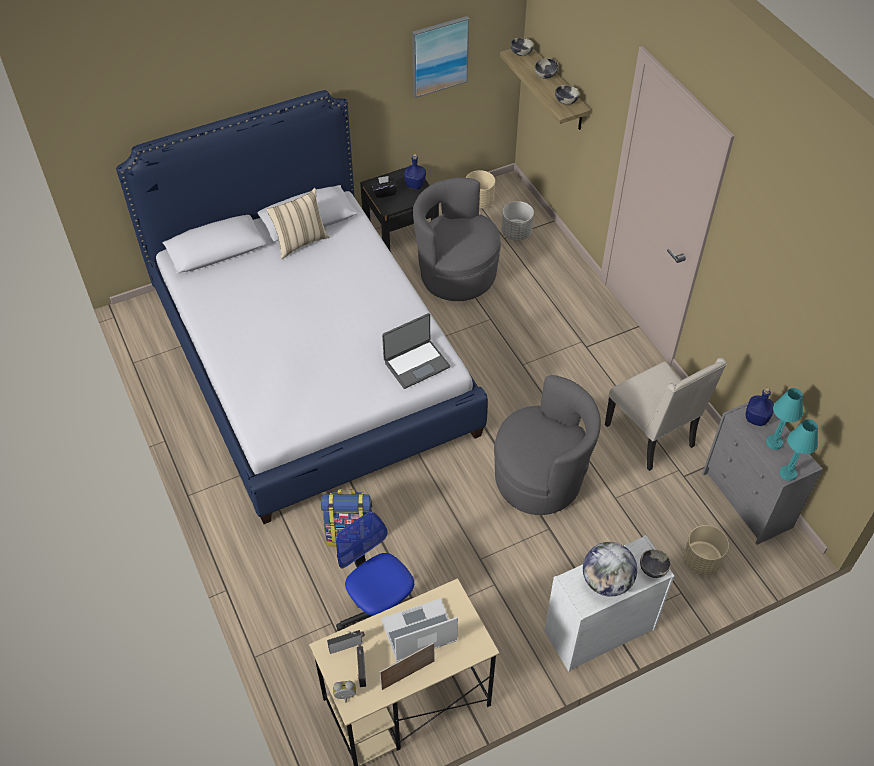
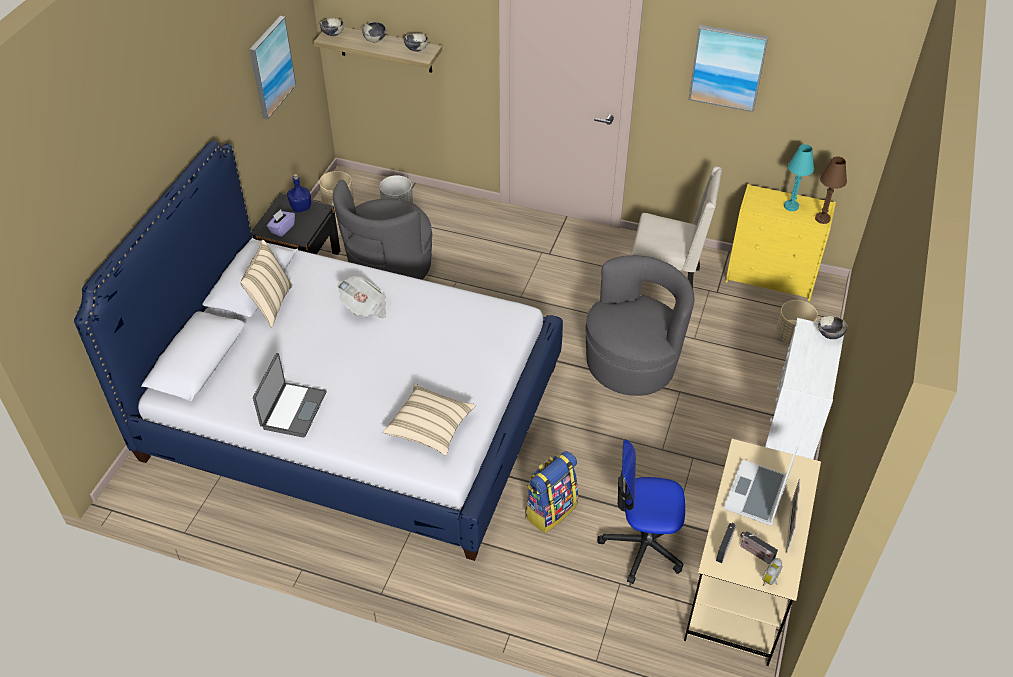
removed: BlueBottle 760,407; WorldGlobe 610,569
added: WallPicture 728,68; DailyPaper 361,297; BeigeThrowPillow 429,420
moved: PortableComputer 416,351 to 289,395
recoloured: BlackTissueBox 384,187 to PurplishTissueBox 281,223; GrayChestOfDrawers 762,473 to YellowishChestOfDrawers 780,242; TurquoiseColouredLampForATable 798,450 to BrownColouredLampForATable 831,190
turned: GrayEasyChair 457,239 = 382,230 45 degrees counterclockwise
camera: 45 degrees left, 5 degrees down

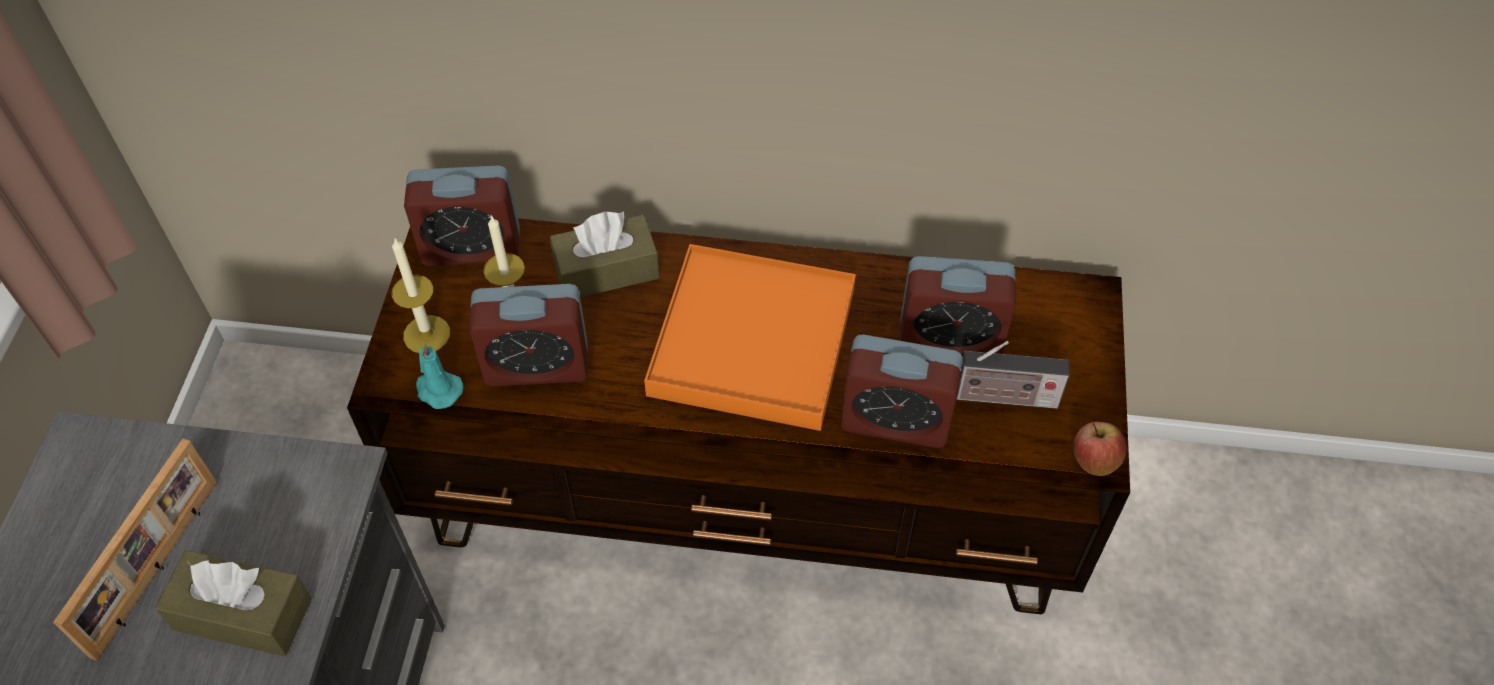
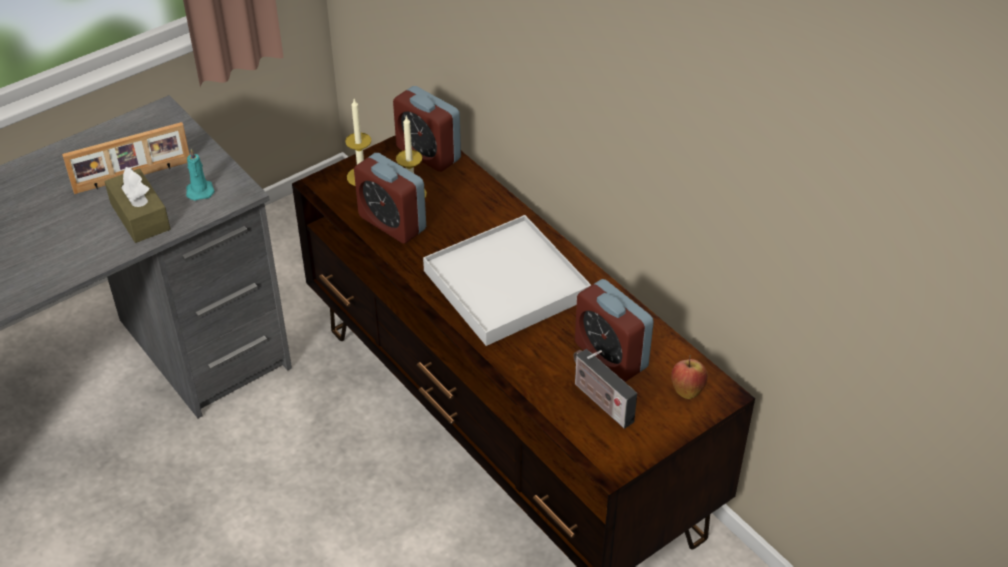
removed: BrownColouredTissueBox 604,254; BedsideClock 902,391
moved: TurquoiseColouredCandle 439,376 to 200,174; WholeApple 1099,449 to 689,377
recoloured: OrangeTray 750,337 to WhiteColouredTray 507,280
camera: 45 degrees right, 10 degrees down

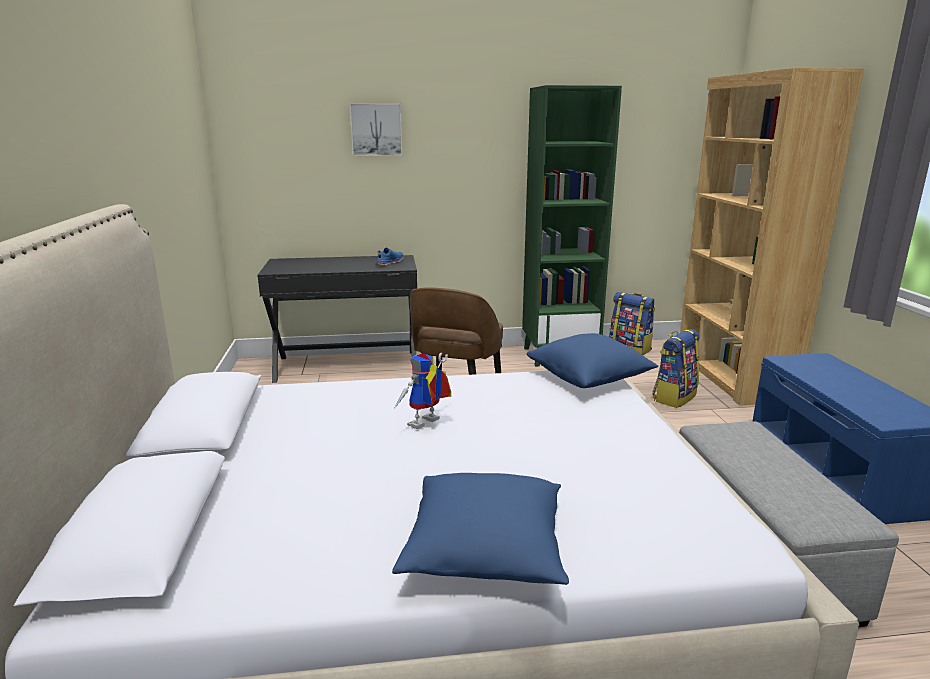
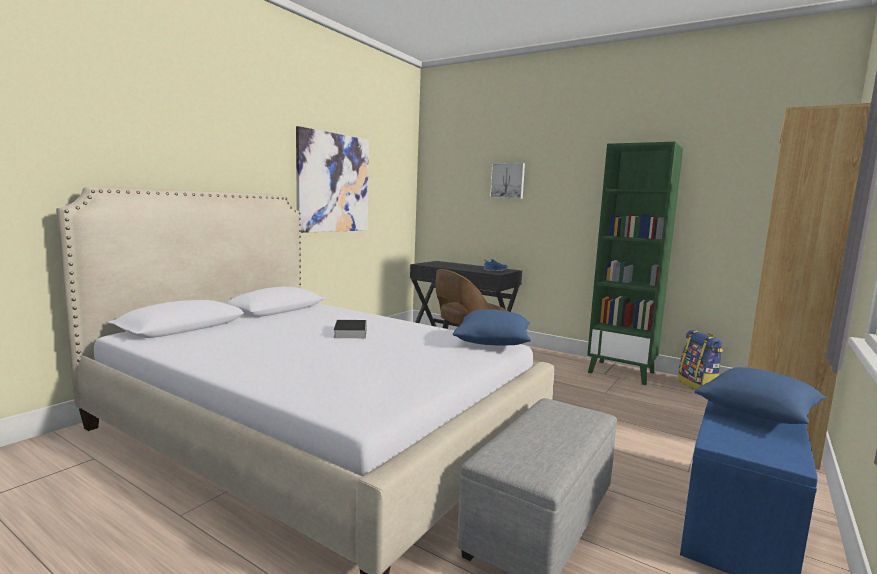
removed: Knapsack 675,368
added: WallPicture 332,179
moved: BlueThrowPillow 480,529 to 761,395
replaced: RobotFigure 422,391 to Volume 350,329
camera: 40 degrees right, 10 degrees down

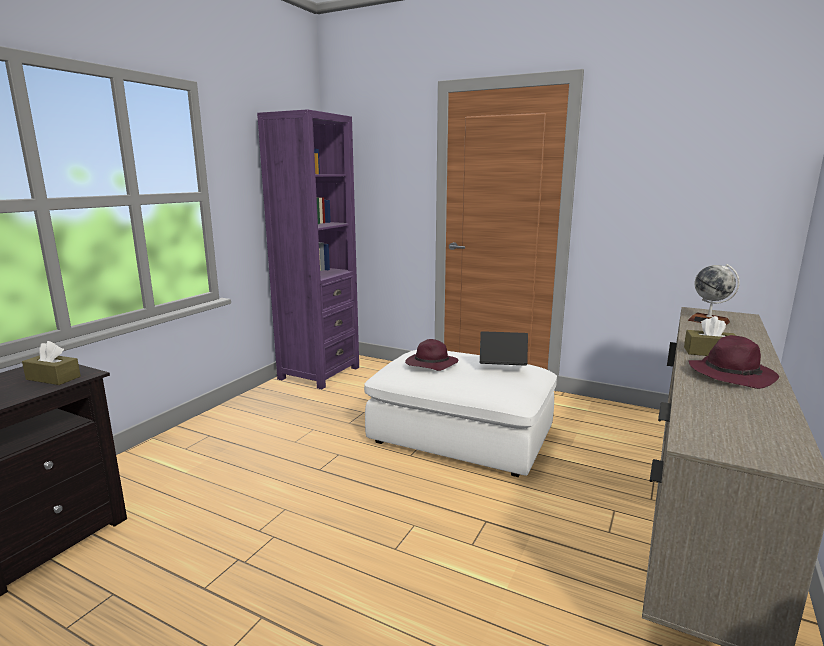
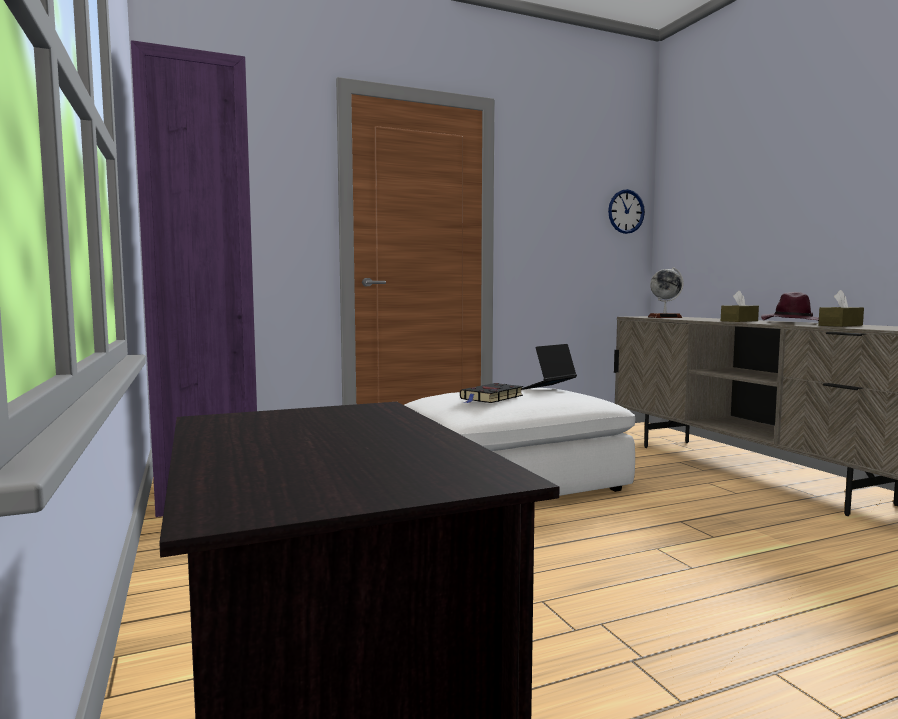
added: WallClock 626,211
moved: BrownColouredTissueBox 51,363 to 841,308
replaced: PurplishWearableHat 431,355 to BlackVolume 491,393
camera: 50 degrees left, 10 degrees down

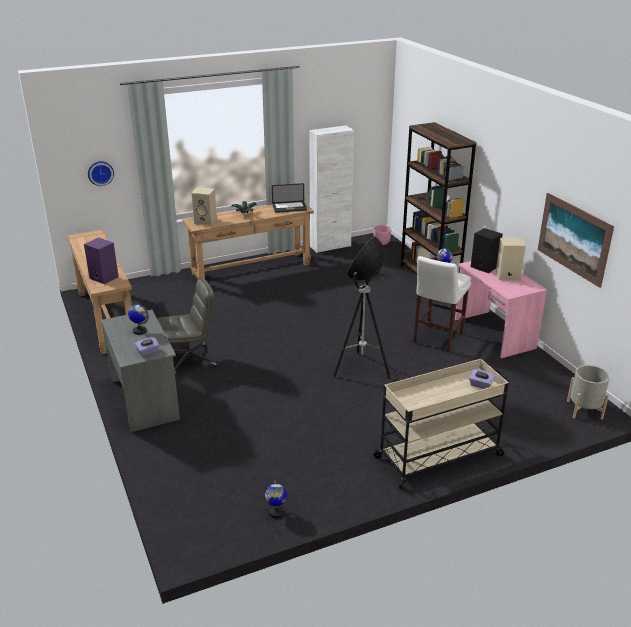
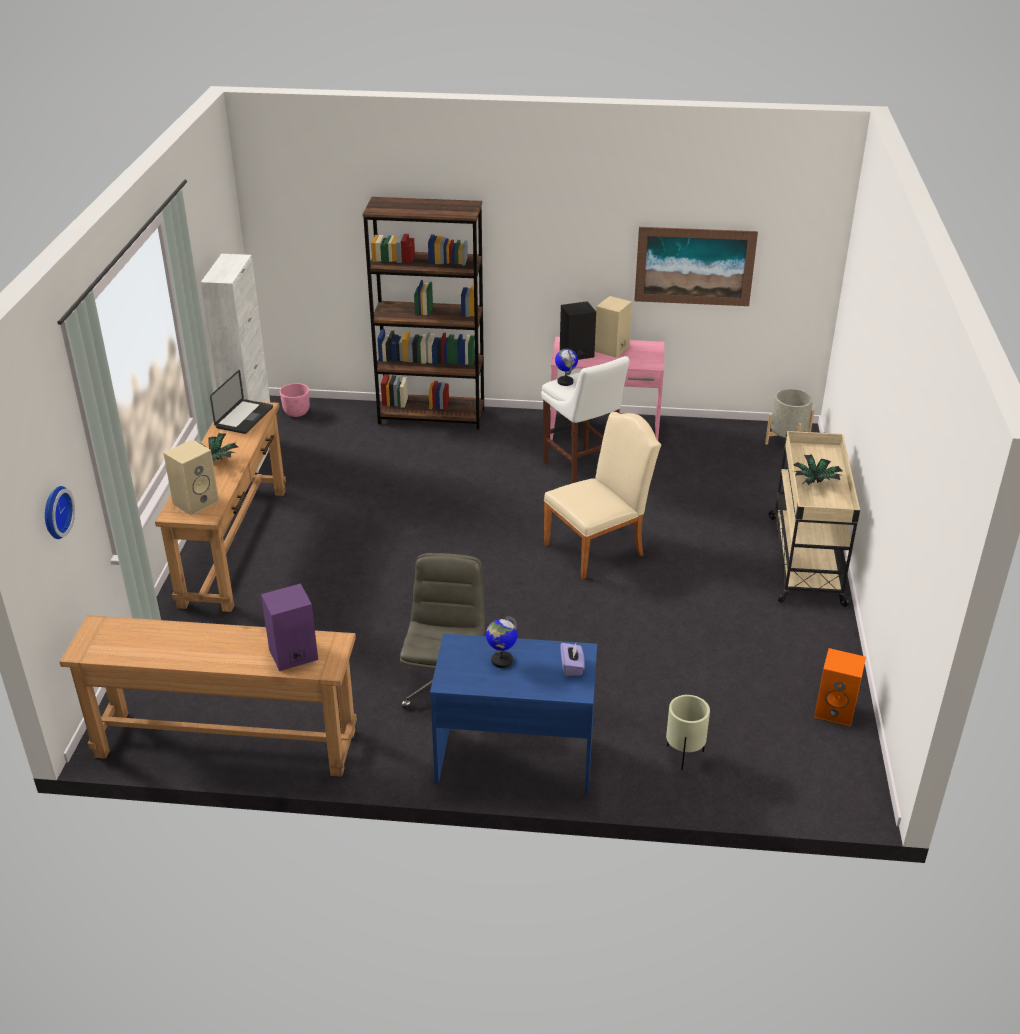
removed: PurplishTissueBox 482,379
added: Houseplant 817,469; BeigePlantPot 688,732
replaced: StandingLamp 362,307 to BeigePlainChair 602,495; WorldGlobe 276,499 to OrangeAudioSpeaker 840,687
recoloured: GrayDeskTable 140,371 to BlueDeskTable 513,714
camera: 60 degrees left, 5 degrees up

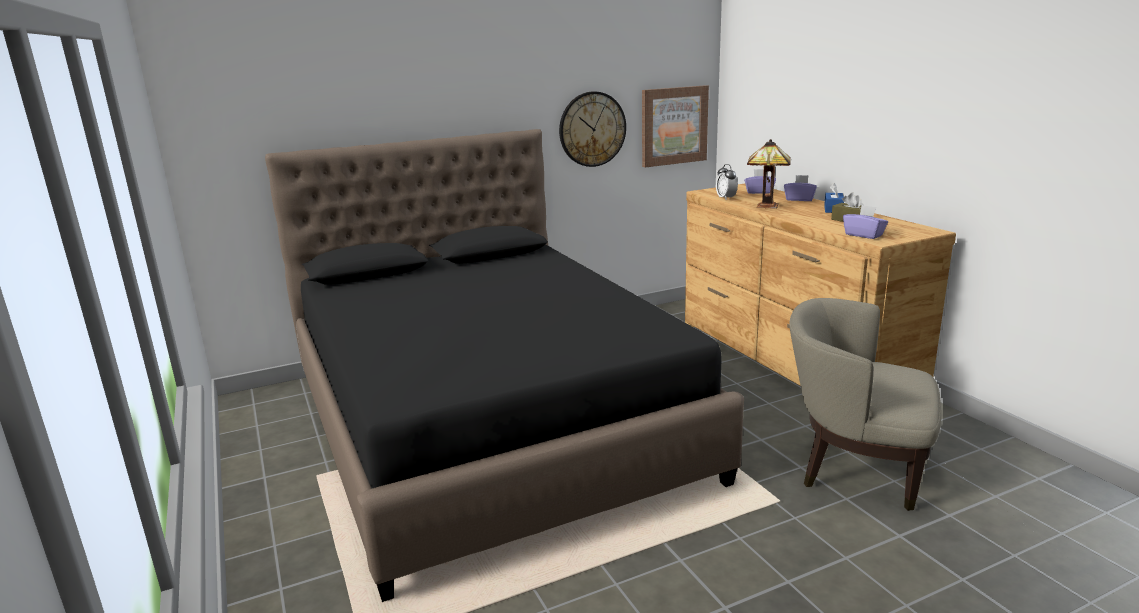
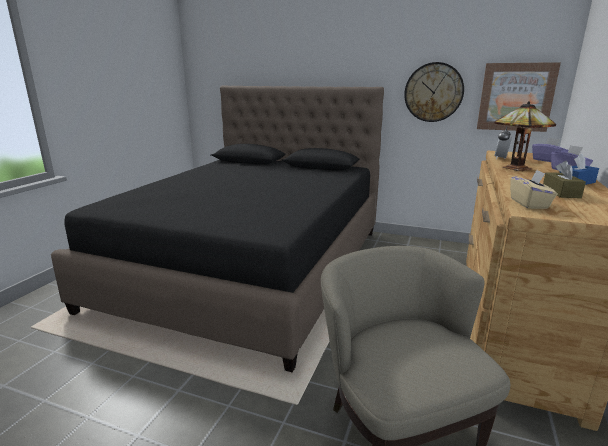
recoloured: PurplishTissueBox 865,222 to BeigeTissueBox 533,189
camera: 45 degrees right, 0 degrees up

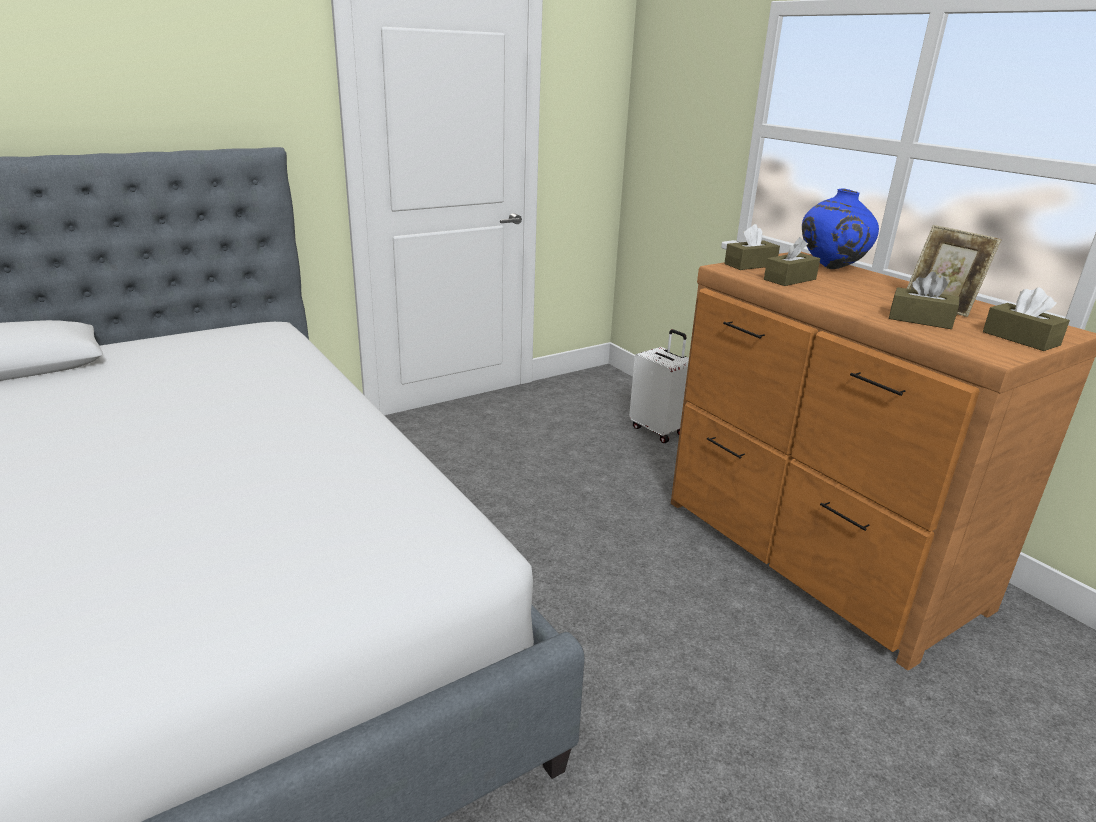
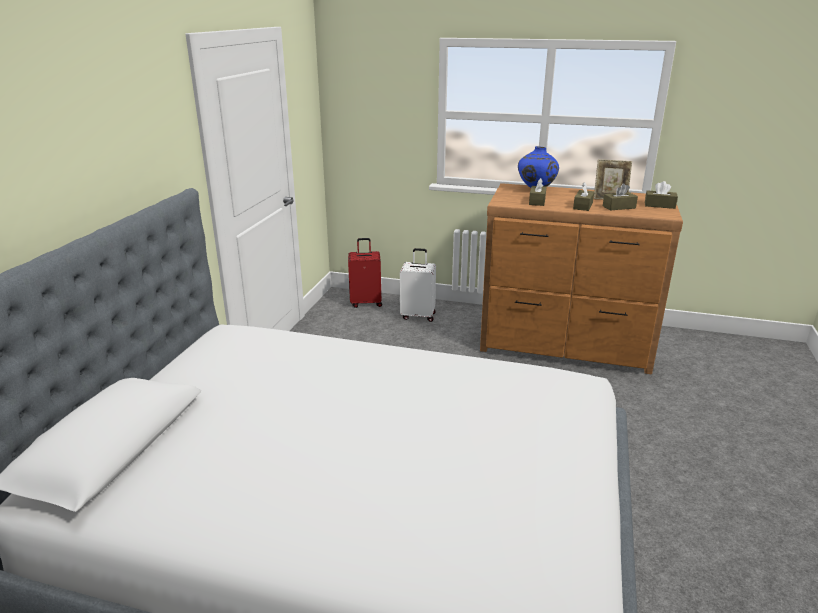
added: RedTravelCase 365,273
moved: BrownColouredTissueBox 752,247 to 583,196
camera: 40 degrees left, 0 degrees up

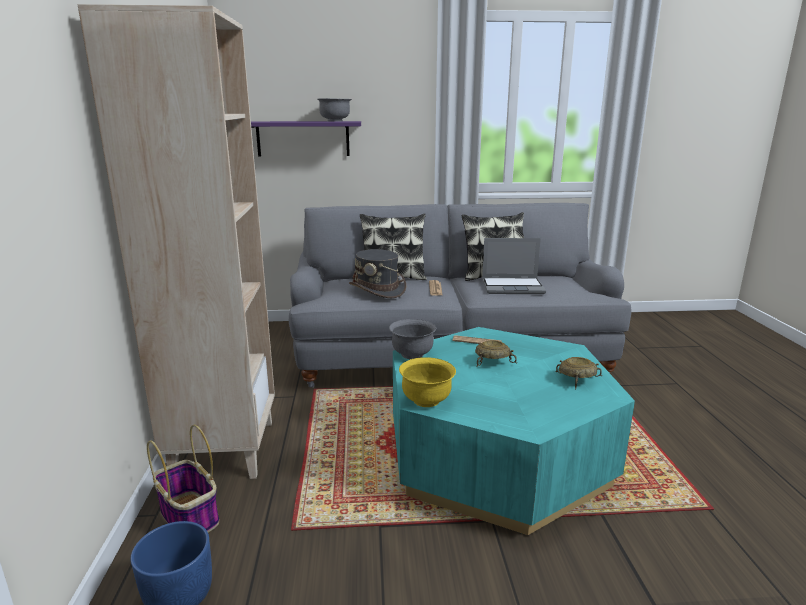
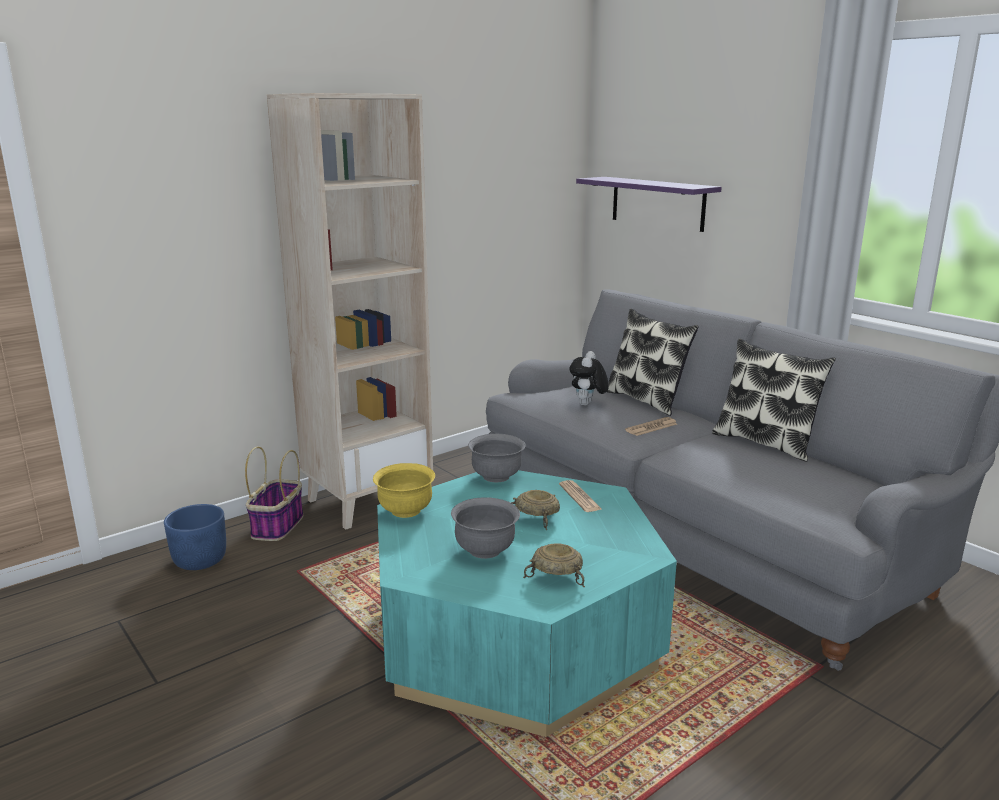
removed: PortableComputer 514,266
moved: GrayBowl 335,110 to 485,528
replaced: GrayWearableHat 377,273 to SoftToy 589,378
camera: 55 degrees right, 0 degrees up

